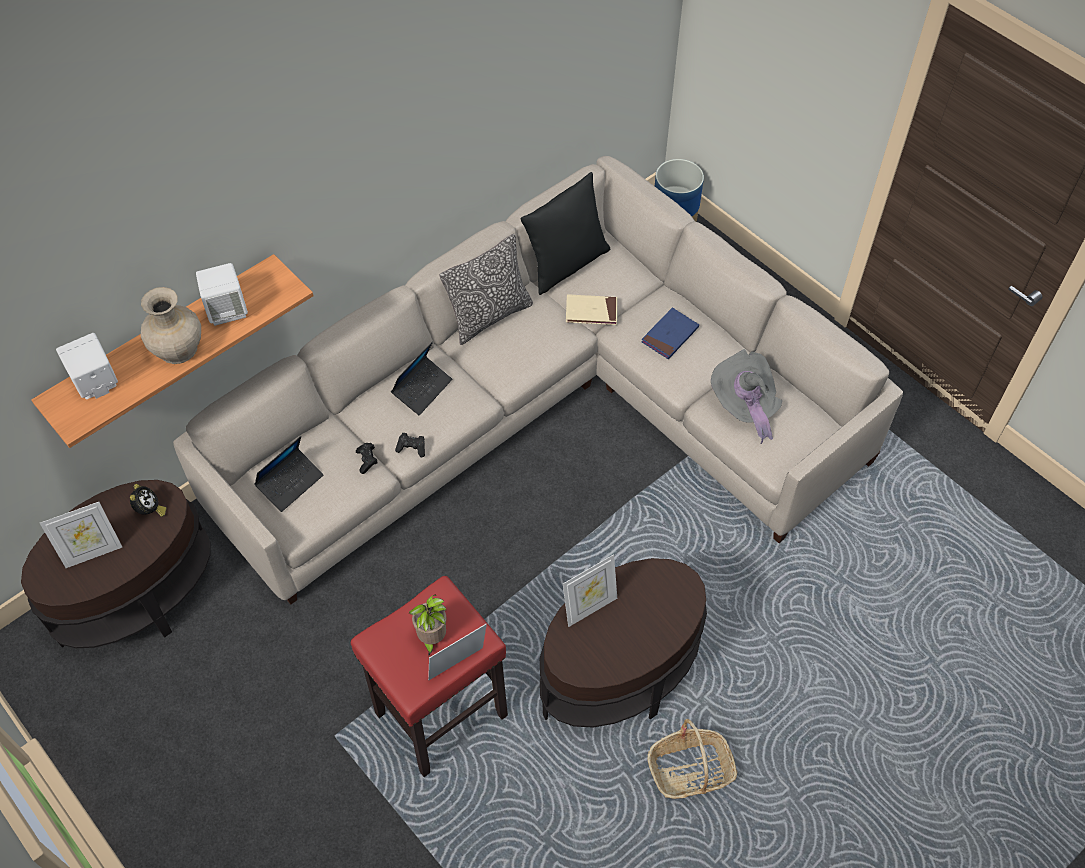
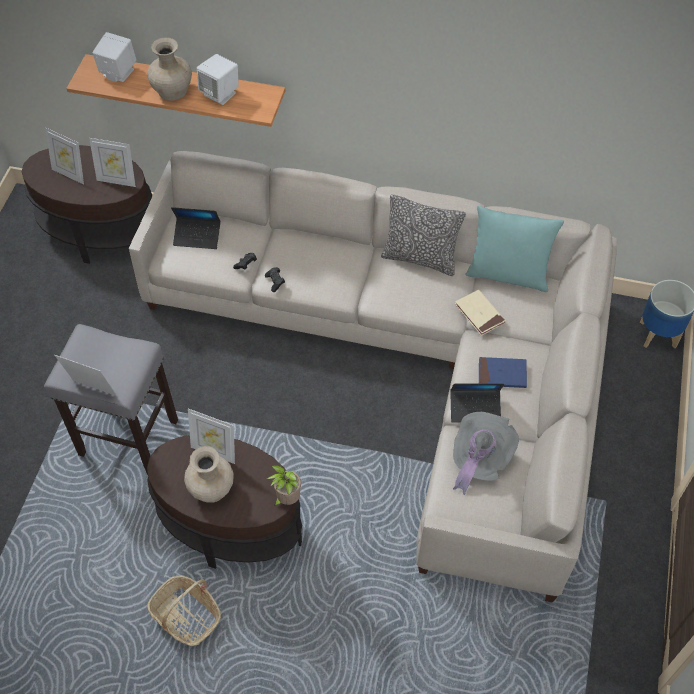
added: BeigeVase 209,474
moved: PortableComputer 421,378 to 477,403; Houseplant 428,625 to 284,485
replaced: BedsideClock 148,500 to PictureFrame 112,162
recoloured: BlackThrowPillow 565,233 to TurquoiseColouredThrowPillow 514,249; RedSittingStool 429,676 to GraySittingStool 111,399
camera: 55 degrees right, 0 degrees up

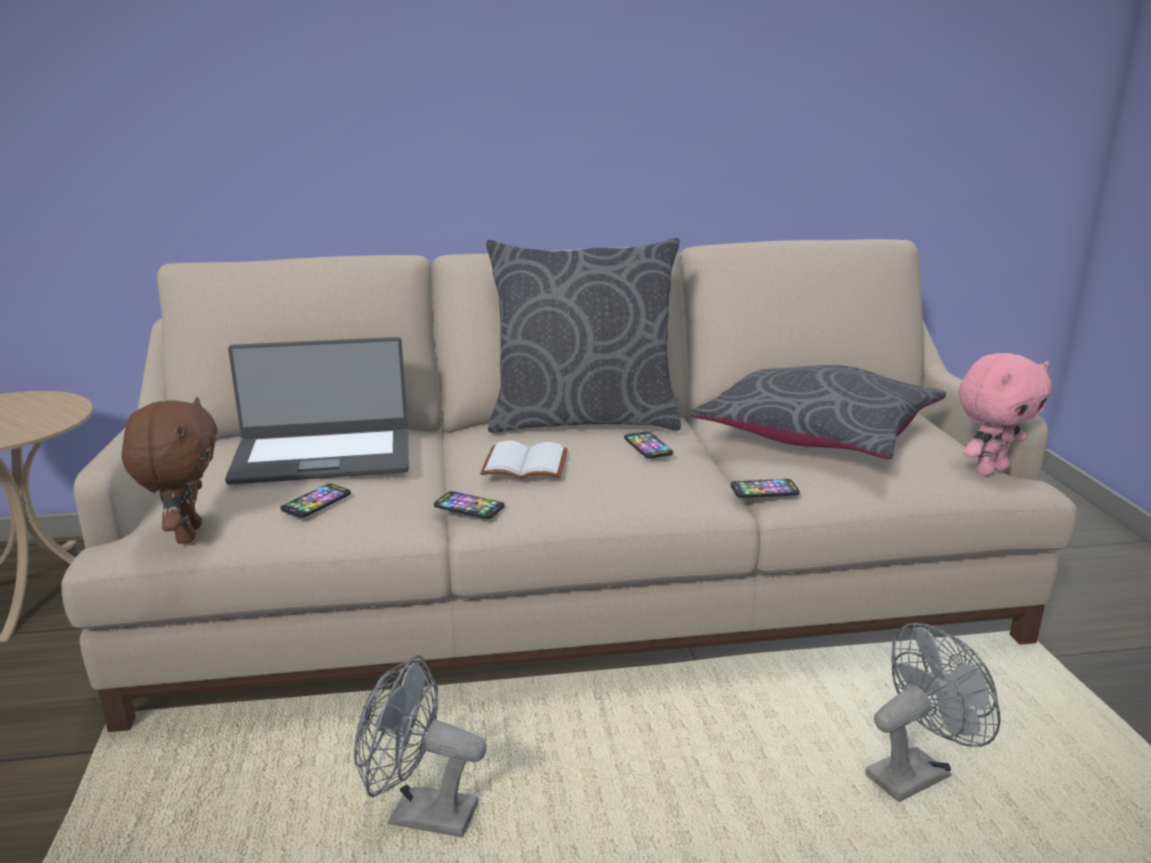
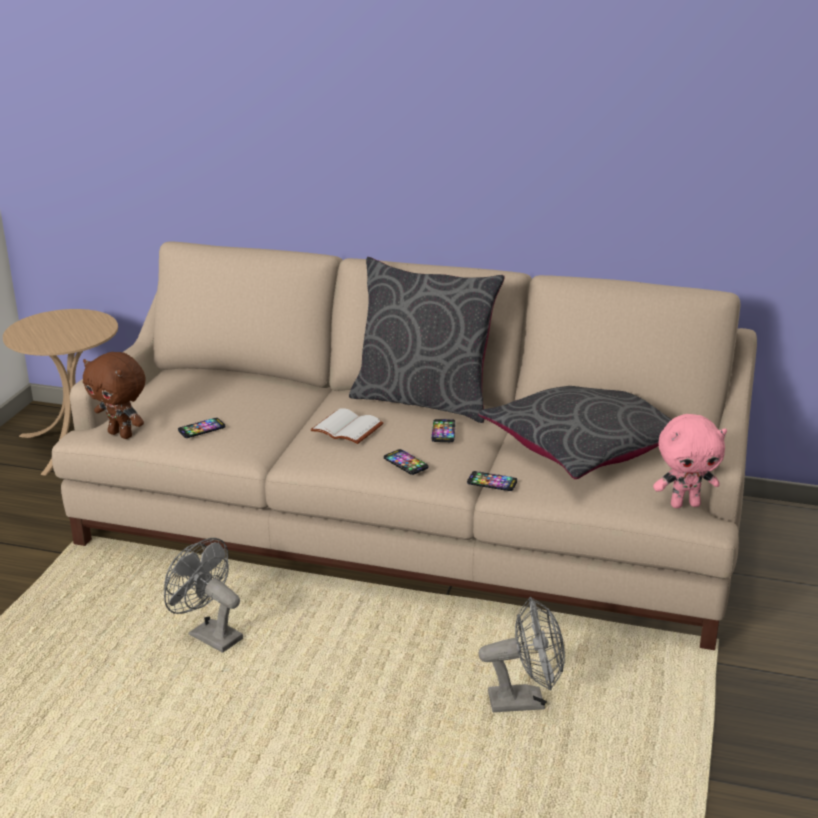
removed: PortableComputer 317,411
moved: Handset 469,505 to 406,462
turned: BrownColouredSoftToy 170,470 = 114,395 105 degrees clockwise
camera: 25 degrees right, 5 degrees up

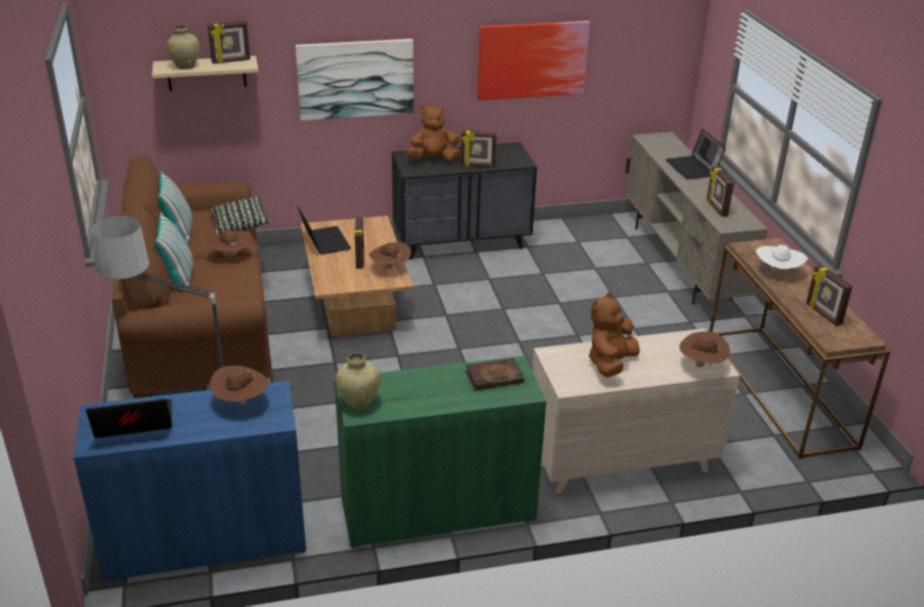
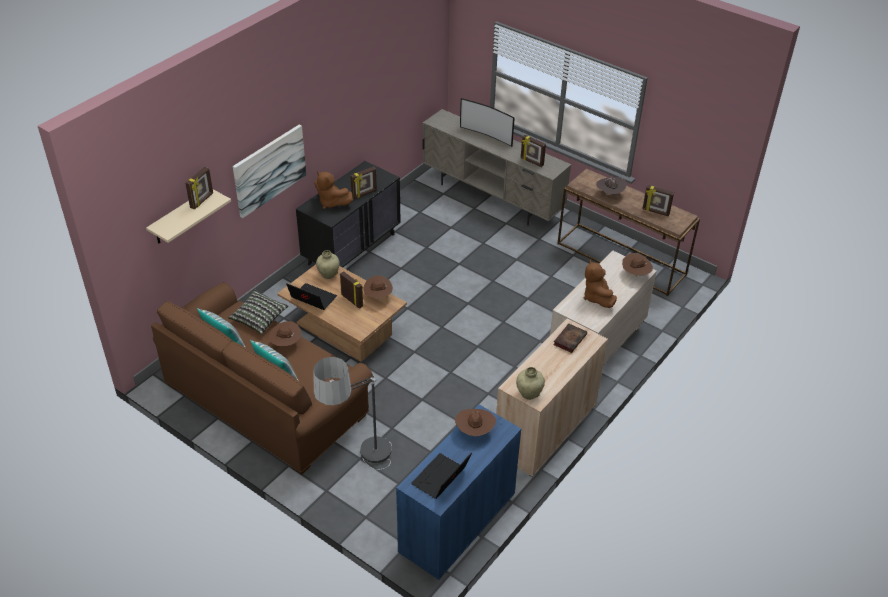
removed: WallPicture 533,61
moved: BeigeVase 183,47 to 328,264
replaced: PortableComputer 696,154 to Tv 487,122
recoloured: WhiteColouredWearableHat 782,259 to BrownColouredWearableHat 611,186; GreenCupboard 440,452 to BeigeCupboard 552,398
turned: BrownColouredSoftToy 433,133 = 333,190 90 degrees counterclockwise
camera: 40 degrees left, 10 degrees up

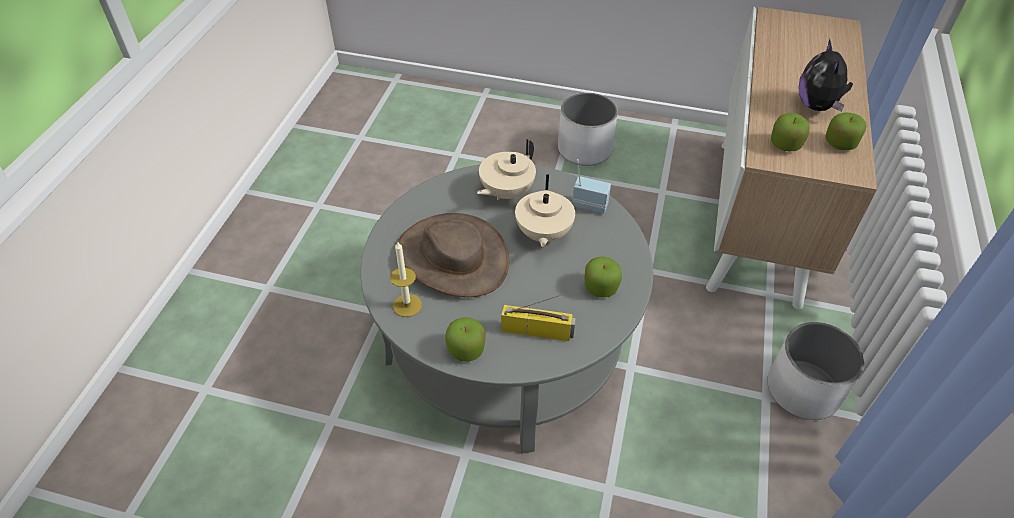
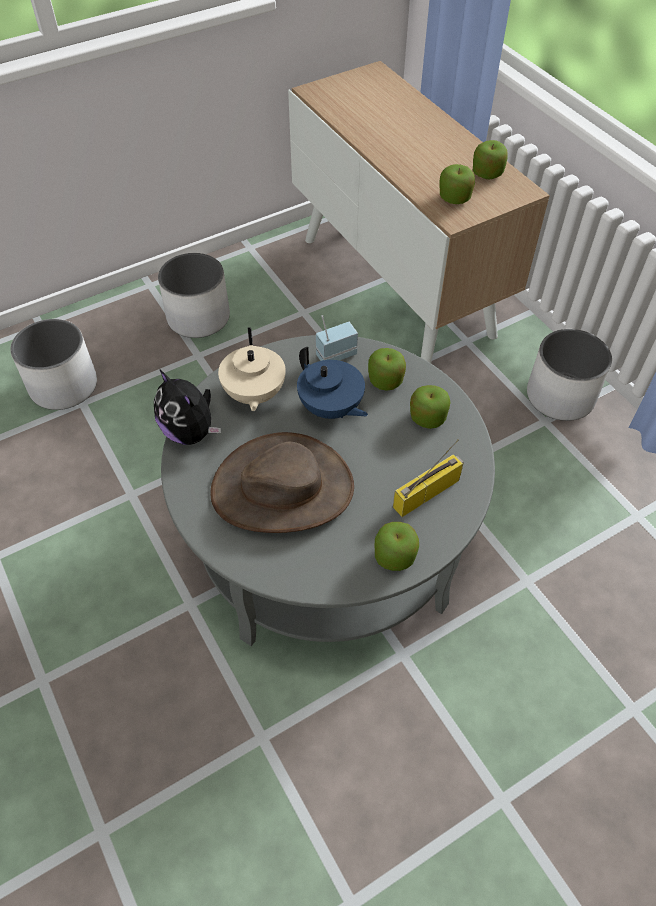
removed: Candle 406,279
added: WhiteColouredPlantPot 53,364; WholeApple 387,369
moved: SoftToy 826,75 to 187,407
recoloured: BeigeTeaPot 545,210 to BlueTeaPot 332,383
camera: 45 degrees left, 5 degrees up

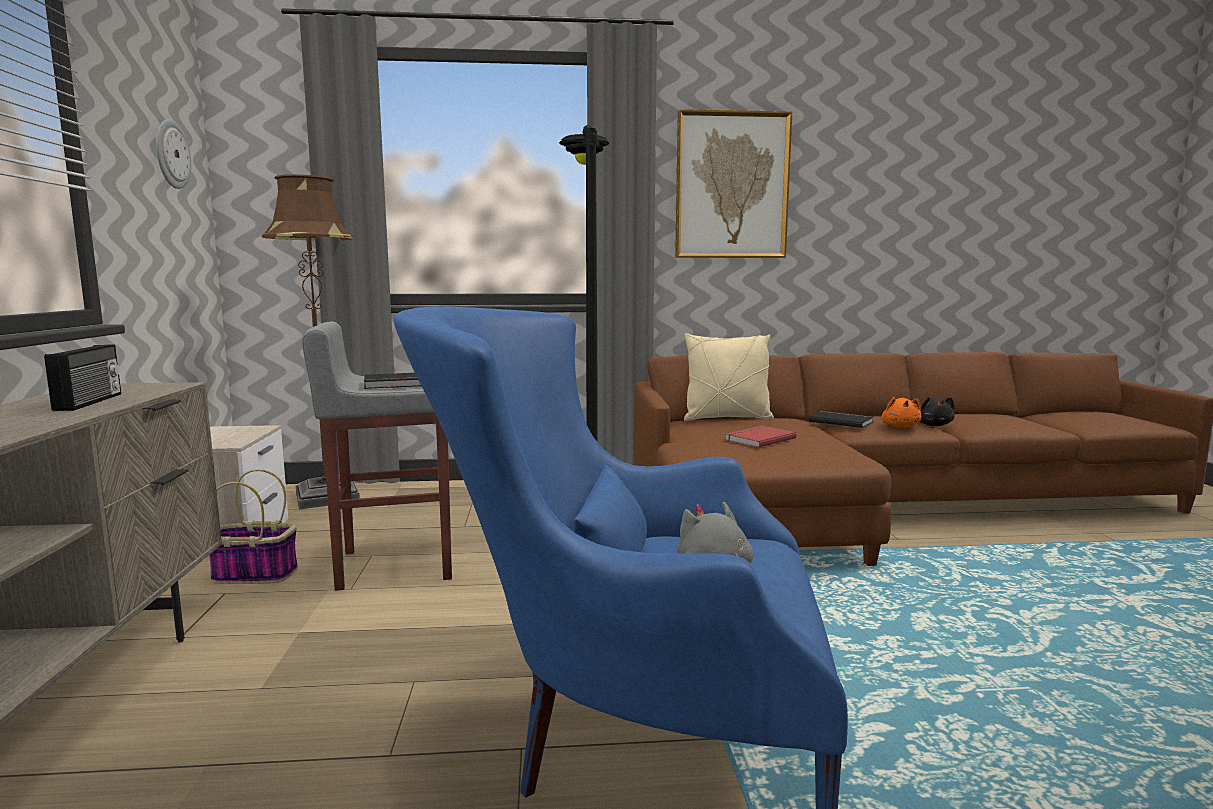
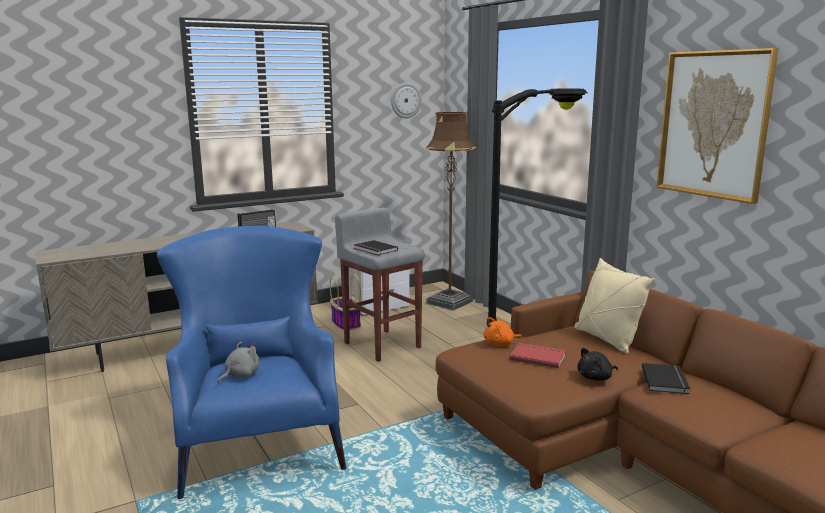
moved: BlackSoftToy 937,411 to 597,364; OrangeSoftToy 901,412 to 503,331
camera: 65 degrees right, 5 degrees up

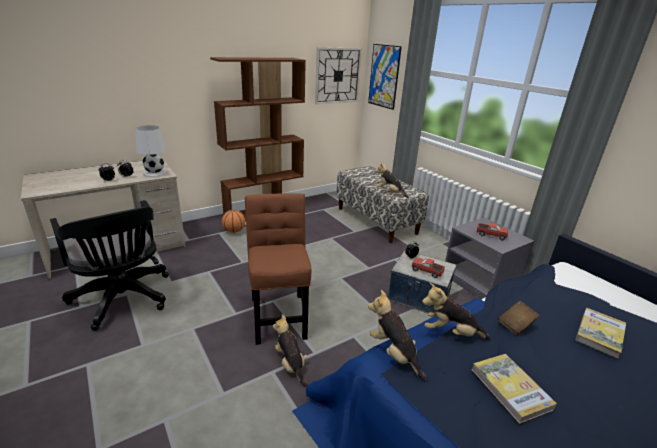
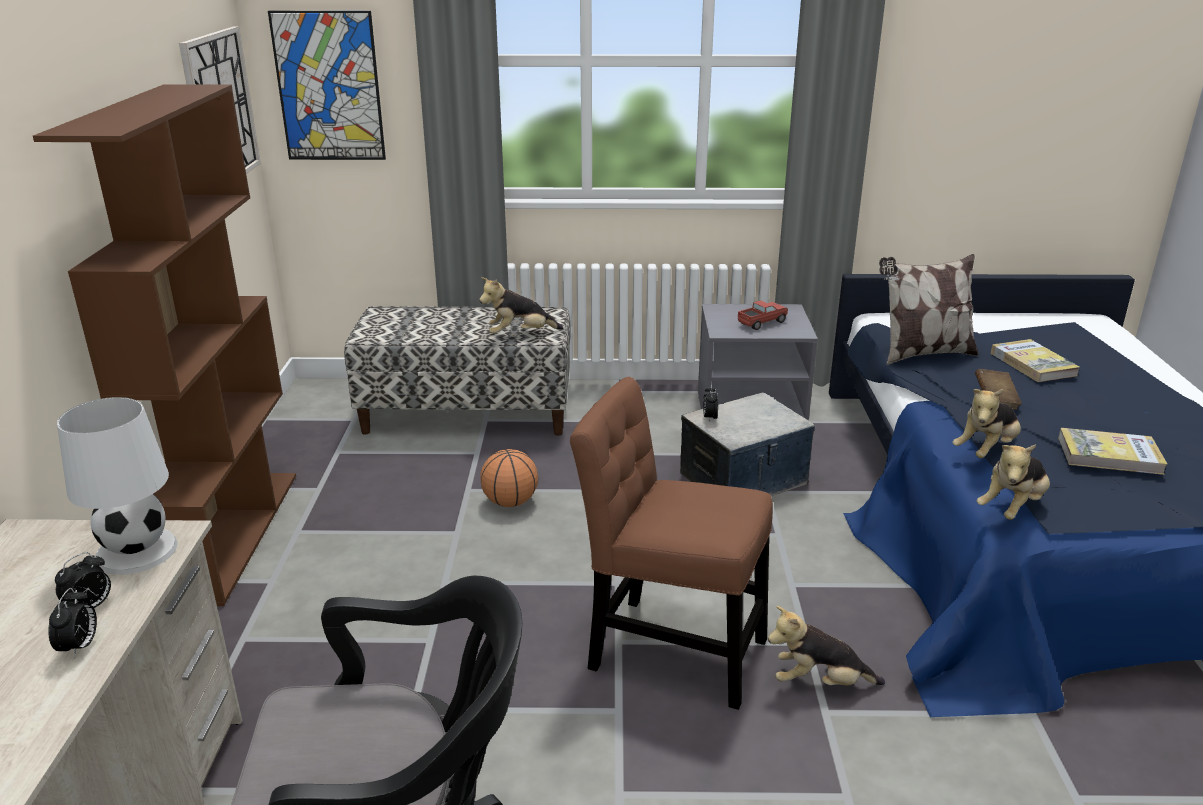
removed: ToyTruck 428,268
added: ThrowPillow 929,309
moved: BallForBasketball 233,221 to 509,478
turned: SoftToy 398,336 = 1013,482 45 degrees counterclockwise
camera: 55 degrees left, 0 degrees up

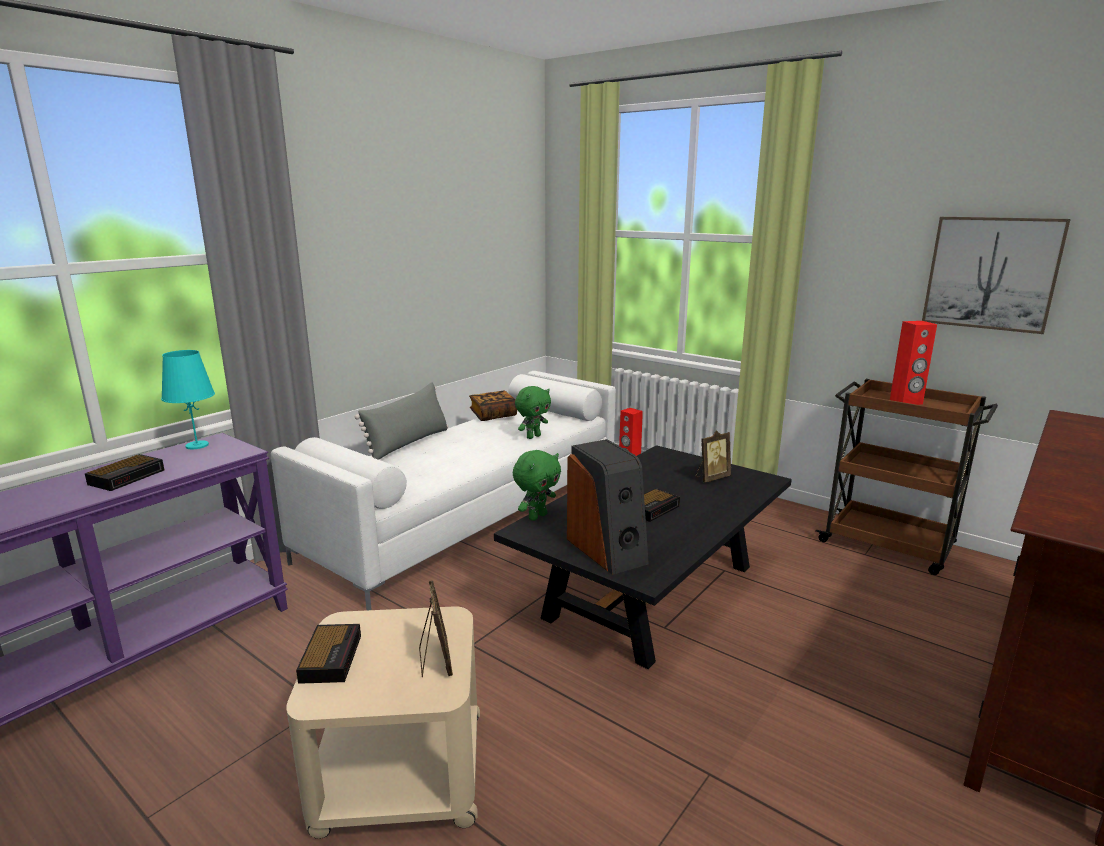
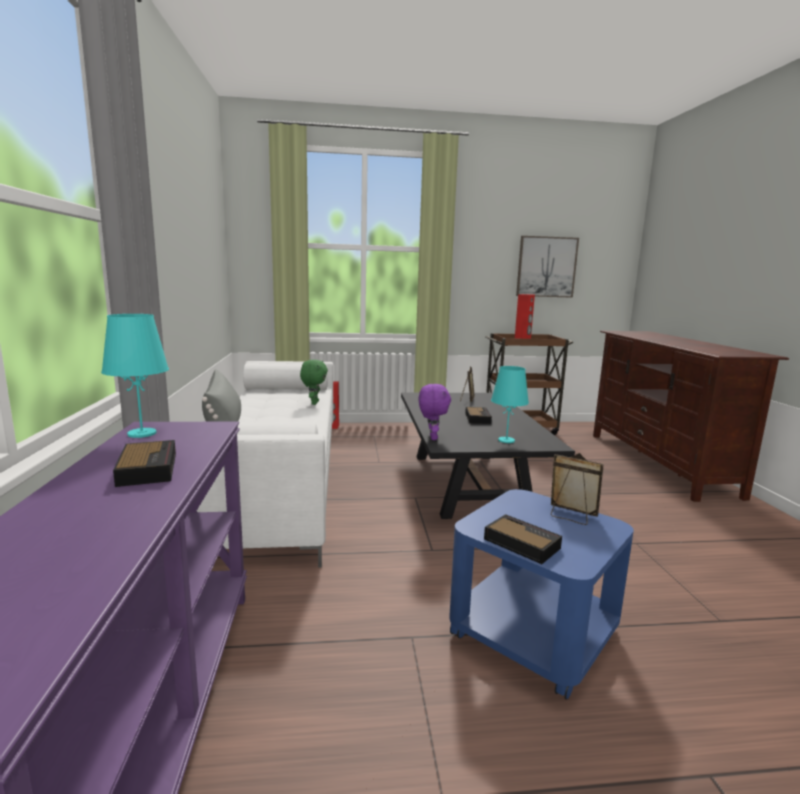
removed: Volume 493,406
replaced: AudioSpeaker 608,507 to TurquoiseColouredLampForATable 510,404
recoloured: GreenSoftToy 537,485 to PurplishSoftToy 435,412; BeigeAccentTable 383,722 to BlueAccentTable 541,594
camera: 45 degrees left, 5 degrees down

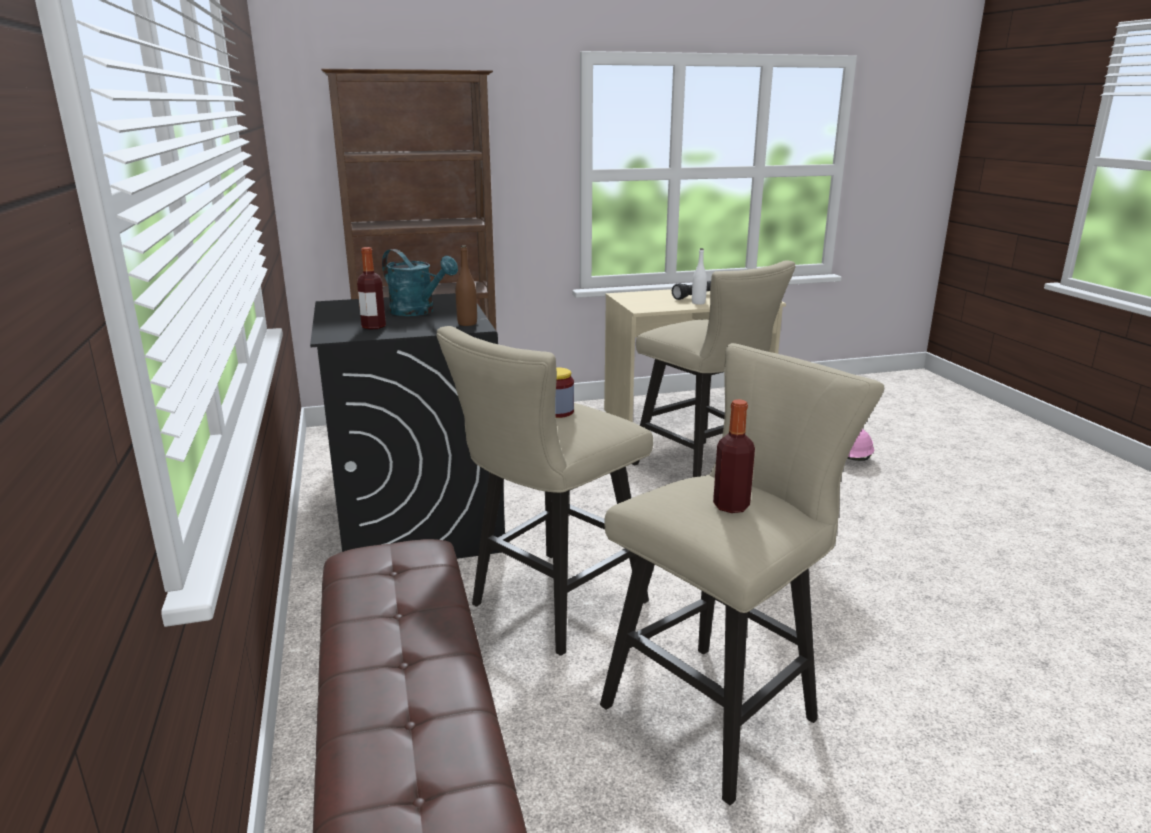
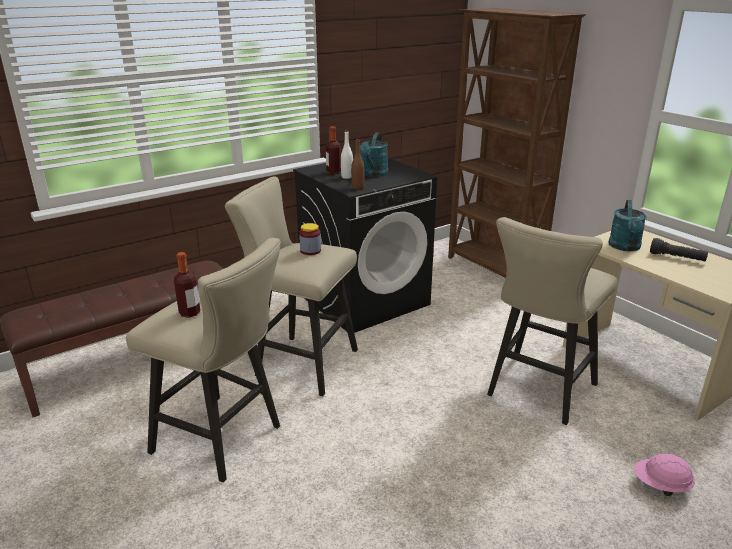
added: TurquoiseColouredWateringPot 627,225
moved: WhiteColouredBottle 699,276 to 347,154
camera: 70 degrees right, 5 degrees up

